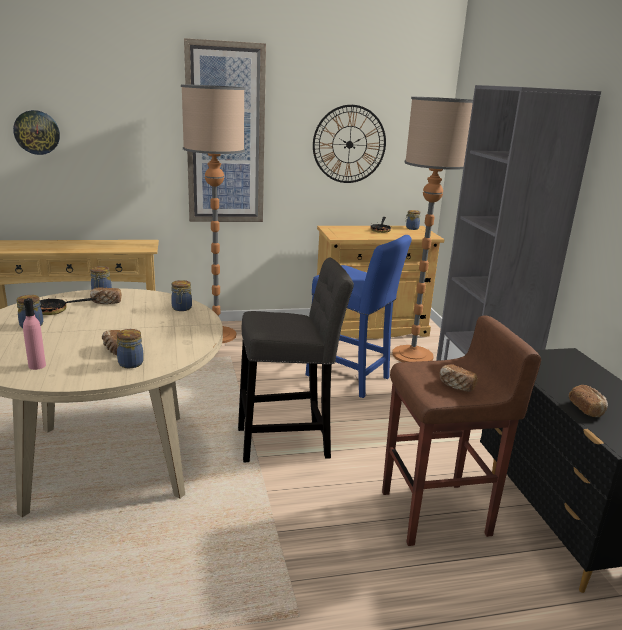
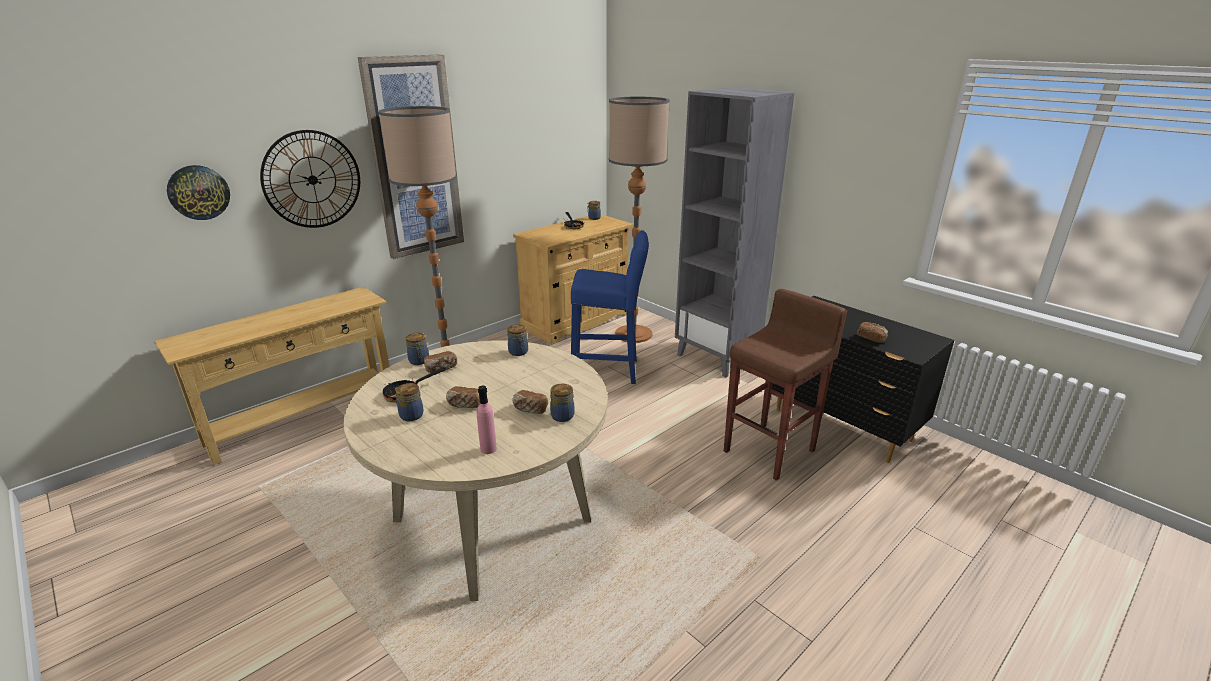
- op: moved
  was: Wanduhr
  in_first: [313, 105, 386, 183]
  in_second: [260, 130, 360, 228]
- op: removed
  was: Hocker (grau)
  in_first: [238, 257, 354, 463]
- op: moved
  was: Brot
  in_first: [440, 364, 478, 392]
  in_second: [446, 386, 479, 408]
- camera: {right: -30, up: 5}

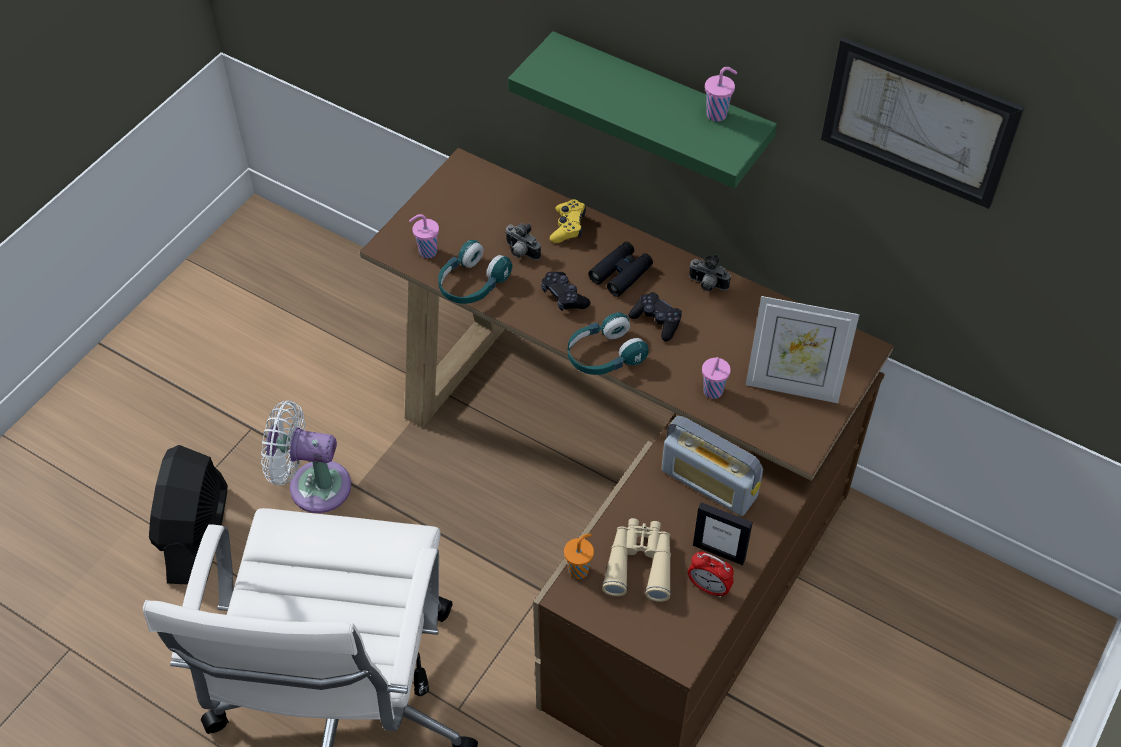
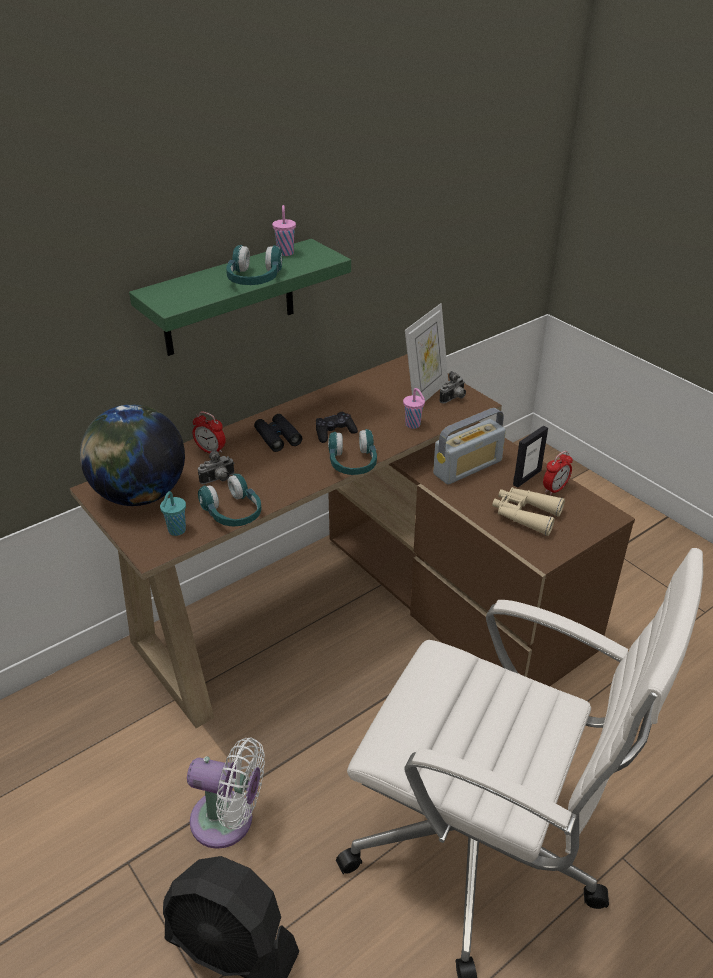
- op: removed
  was: Bild
  in_first: [821, 37, 1024, 209]
- op: replaced
  was: Gamepad (gelb)
  now: Wecker
  in_first: [550, 199, 586, 243]
  in_second: [193, 411, 226, 453]
- op: recoloured
  was: Tasse (rosa)
  now: Tasse (türkis)
  in_first: [409, 214, 439, 258]
  in_second: [160, 491, 186, 536]
- op: moved
  was: Kamera
  in_first: [689, 255, 731, 291]
  in_second: [439, 371, 466, 403]
- op: removed
  was: Gamepad (schwarz)
  in_first: [541, 272, 590, 311]
- op: turned
  was: Ventilator (weiß)
  in_first: [261, 400, 351, 513]
  in_second: [187, 737, 265, 849]
  clockwise: -105
- op: removed
  was: Tasse (orange)
  in_first: [564, 533, 594, 579]
- op: added
  now: Kopfhörer (türkis)
  in_second: [226, 245, 282, 285]
- op: added
  now: Globus
  in_second: [80, 404, 185, 506]
- camera: {right: -70, up: -15}

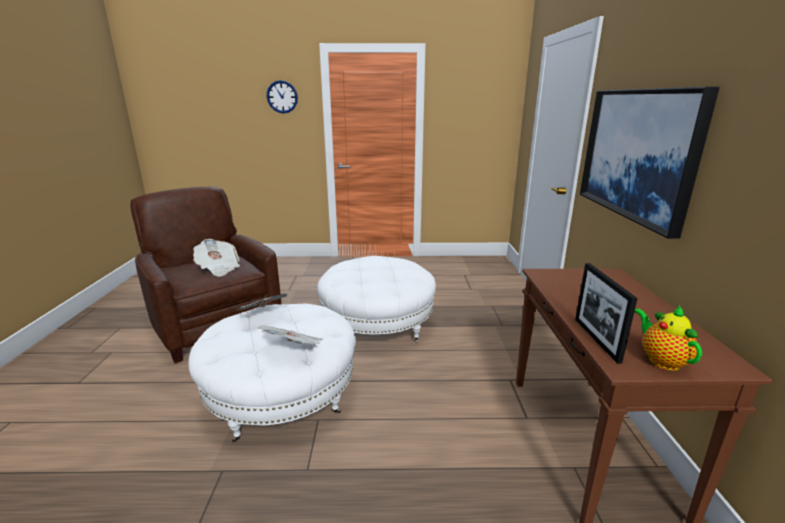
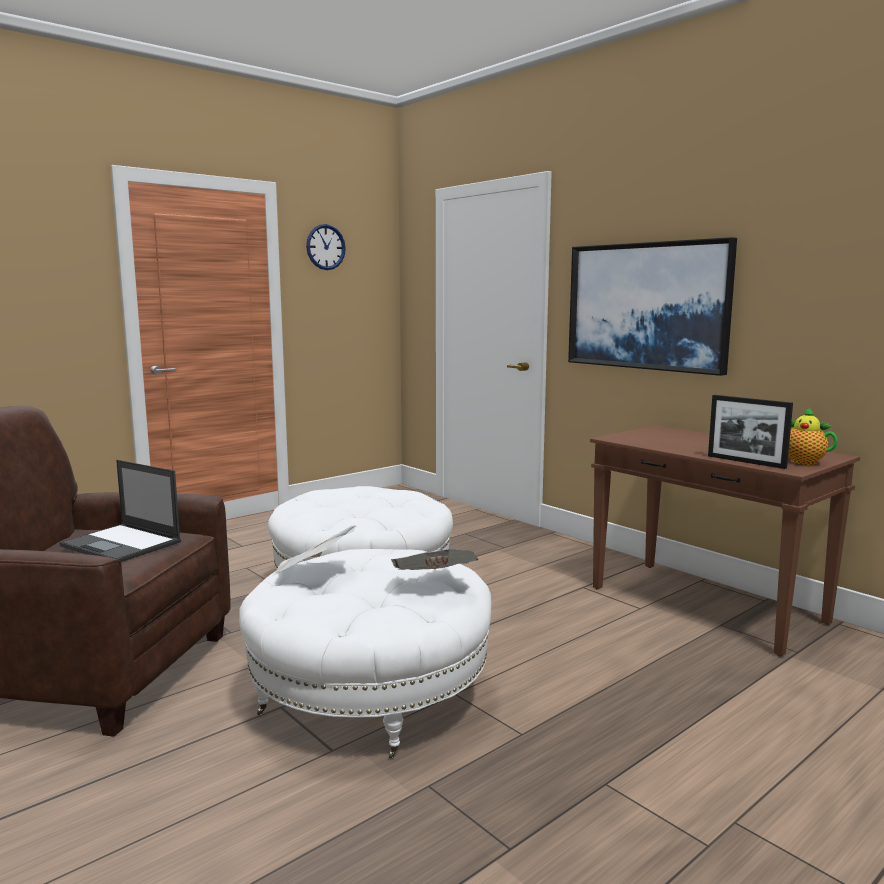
- op: moved
  was: Wanduhr
  in_first: [267, 80, 298, 113]
  in_second: [306, 224, 346, 270]
- op: replaced
  was: Zeitung
  now: Laptop
  in_first: [193, 239, 240, 277]
  in_second: [59, 460, 181, 562]
- camera: {right: -40, up: -10}

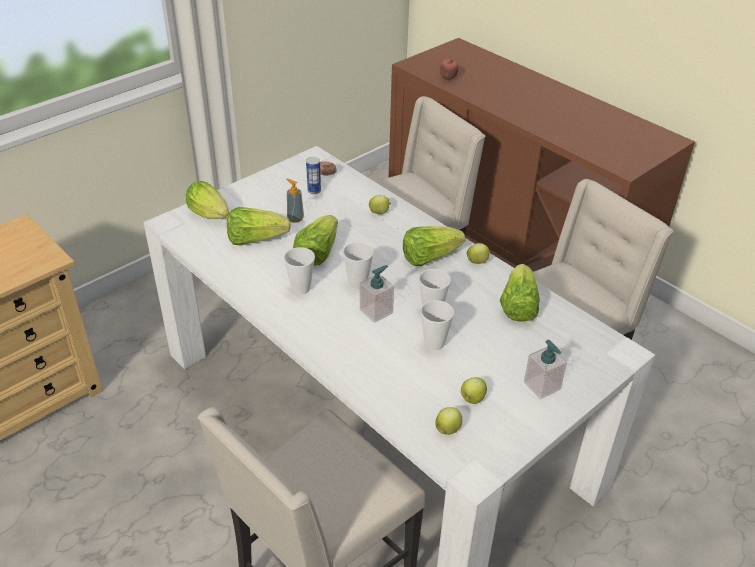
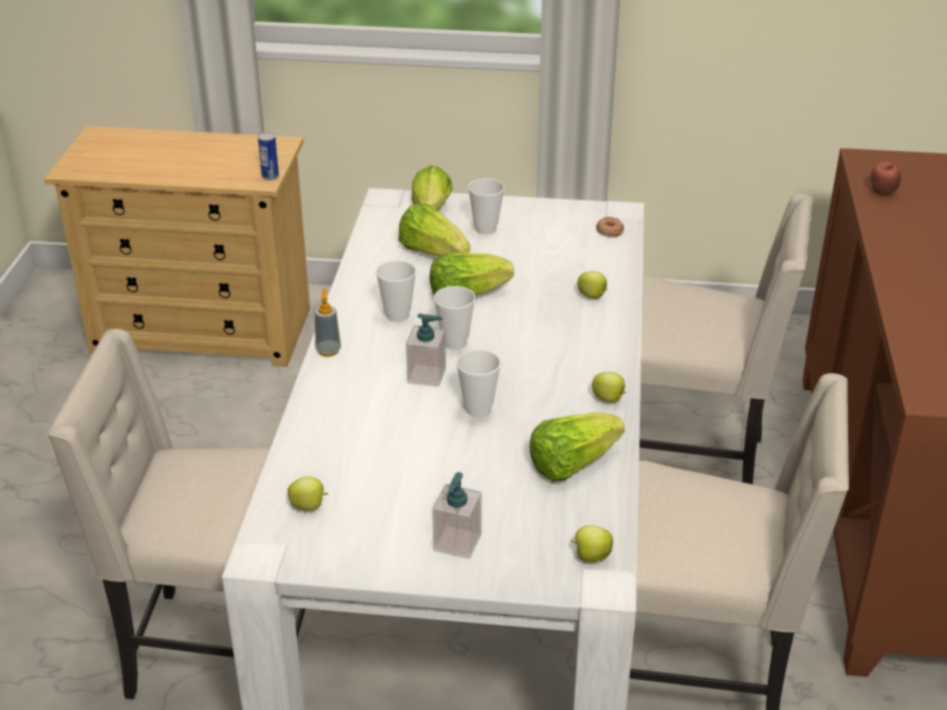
- op: moved
  was: Dose
  in_first: [306, 157, 321, 194]
  in_second: [258, 133, 279, 180]
- op: moved
  was: Seifenspender
  in_first: [286, 179, 304, 223]
  in_second: [315, 289, 341, 357]
- op: removed
  was: Salatkopf
  in_first: [403, 226, 466, 266]
- op: moved
  was: Tasse
  in_first: [420, 300, 454, 350]
  in_second: [468, 178, 504, 235]
- op: moved
  was: Apfel
  in_first: [461, 377, 487, 404]
  in_second: [571, 525, 613, 562]
- camera: {right: 50, up: -5}

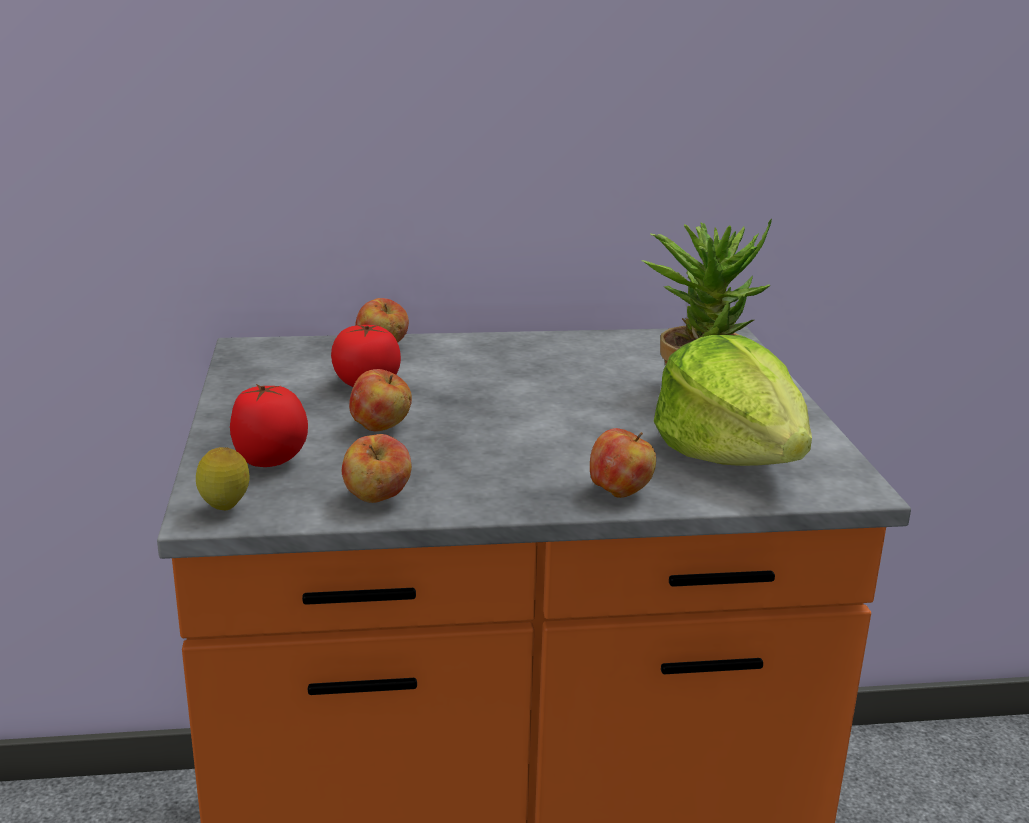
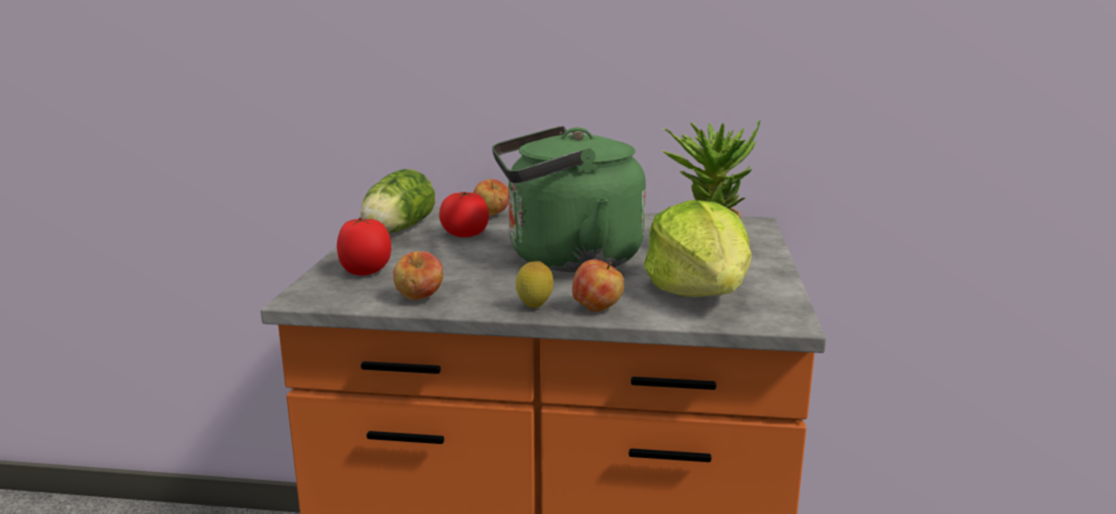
- op: removed
  was: Apfel
  in_first: [349, 369, 412, 432]
- op: moved
  was: Zitrone
  in_first: [196, 447, 249, 510]
  in_second: [516, 261, 553, 308]
- op: added
  now: Wasserkessel (grün)
  in_second: [492, 126, 646, 272]
- op: added
  now: Salatkopf
  in_second: [361, 169, 435, 233]
- camera: {right: 15, up: -5}

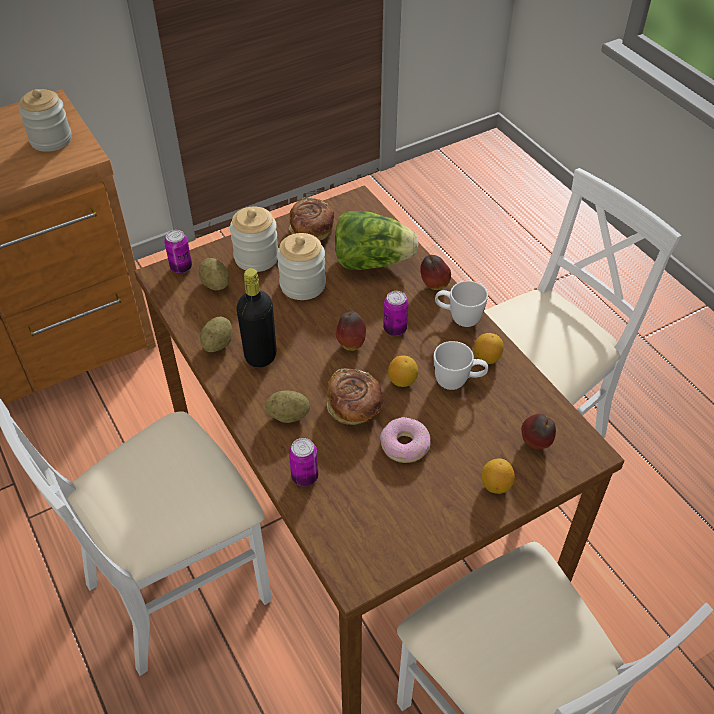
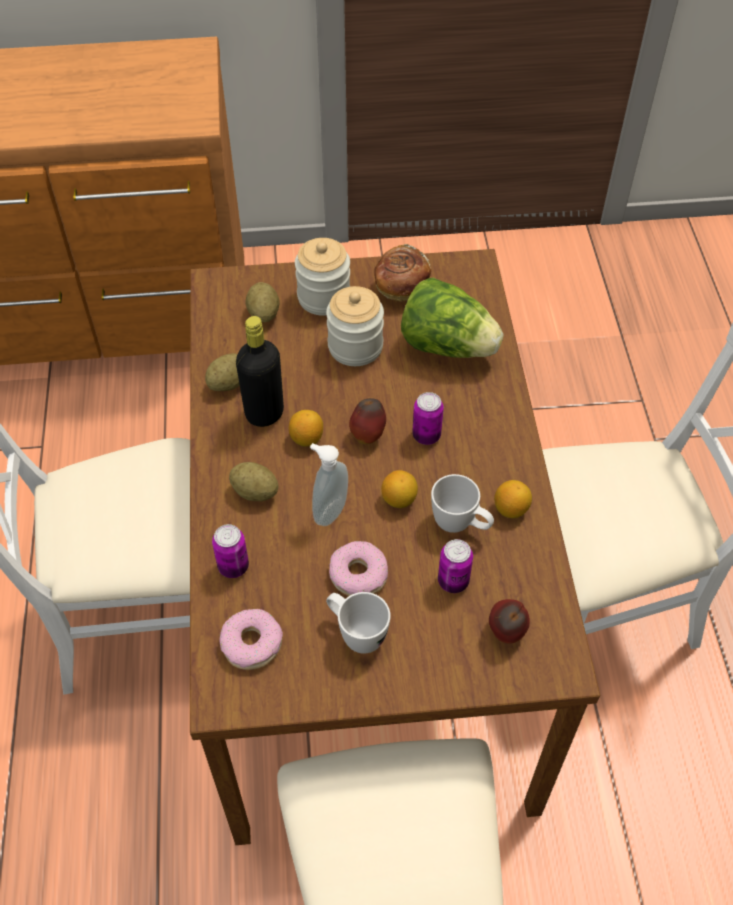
- op: removed
  was: Vorratsglas
  in_first: [19, 89, 72, 152]
- op: moved
  was: Dose
  in_first: [164, 230, 192, 273]
  in_second: [438, 539, 473, 593]
- op: removed
  was: Apfel
  in_first: [420, 255, 451, 290]
- op: moved
  was: Henkelbecher (weiß)
  in_first: [435, 281, 488, 327]
  in_second: [326, 592, 391, 654]
- op: replaced
  was: Brot
  now: Seifenspender
  in_first: [326, 369, 383, 425]
  in_second: [310, 443, 348, 526]
- op: moved
  was: Zitrone
  in_first: [481, 458, 515, 494]
  in_second: [289, 410, 323, 447]
- op: added
  now: Donut
  in_second: [219, 609, 283, 670]
- camera: {right: 25, up: 5}

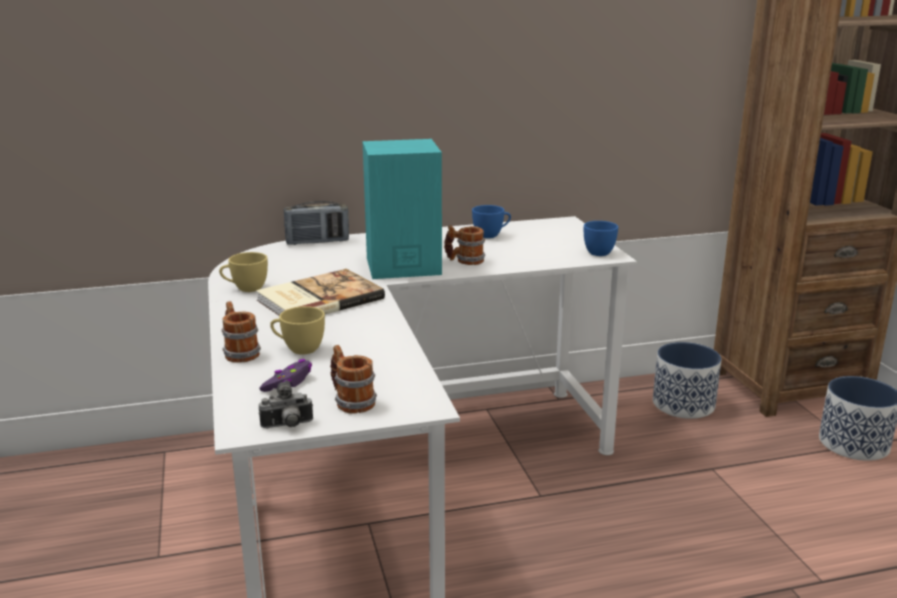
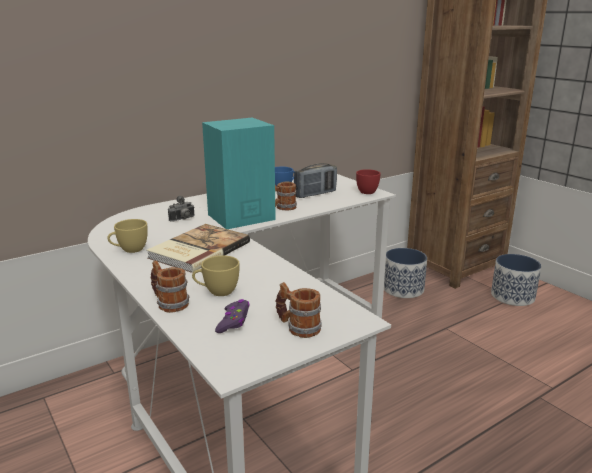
- op: moved
  was: Radio
  in_first: [284, 201, 349, 245]
  in_second: [294, 163, 337, 198]
- op: recoloured
  was: Tasse (blau)
  now: Tasse (rot)
  in_first: [584, 221, 618, 256]
  in_second: [356, 169, 381, 194]
- op: moved
  was: Kamera
  in_first: [259, 380, 313, 428]
  in_second: [168, 196, 195, 222]
- camera: {right: -20, up: 0}

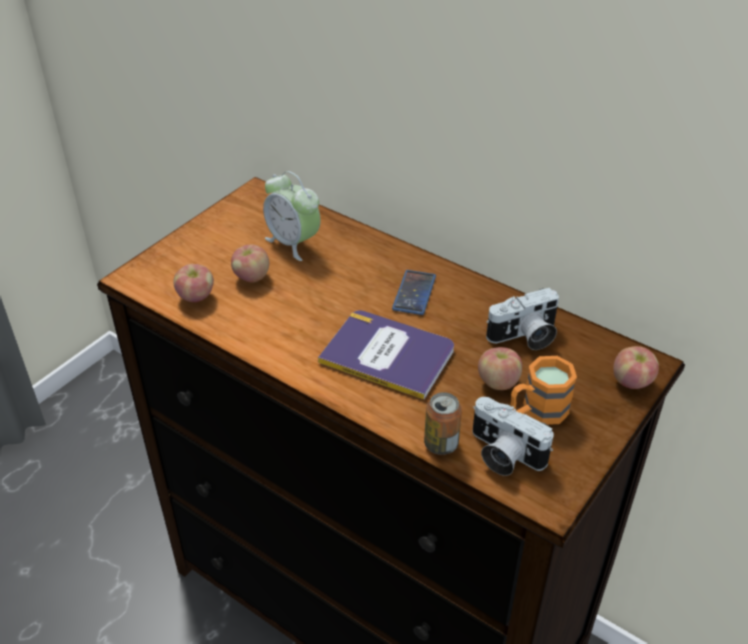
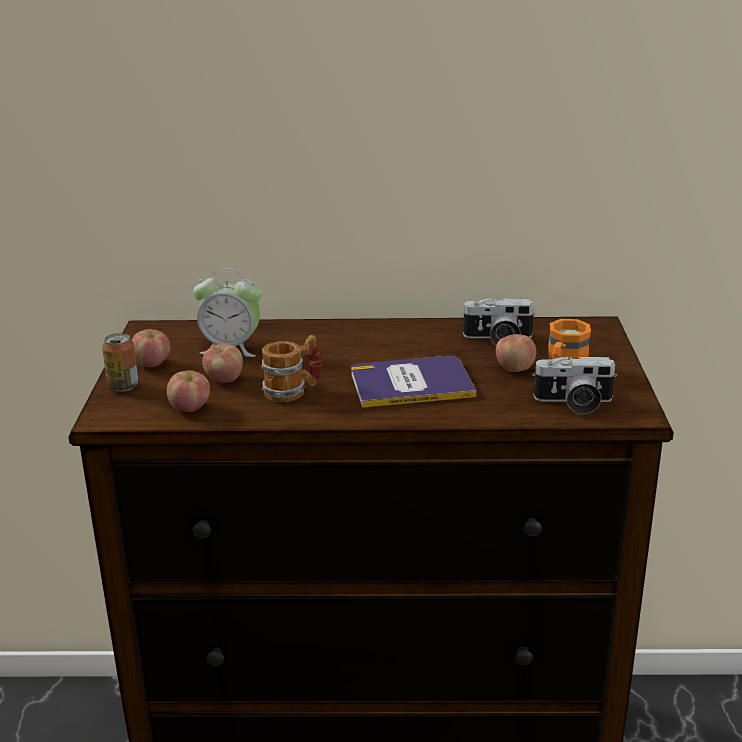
- op: removed
  was: Handy
  in_first: [392, 270, 436, 315]
- op: turned
  was: Kamera
  in_first: [486, 288, 559, 350]
  in_second: [461, 298, 536, 345]
  clockwise: 60
- op: moved
  was: Apfel
  in_first: [613, 346, 659, 389]
  in_second: [132, 329, 170, 367]
- op: moved
  was: Dose
  in_first: [424, 392, 462, 455]
  in_second: [102, 333, 139, 392]
- op: added
  now: Henkelbecher
  in_second: [261, 335, 322, 402]
- camera: {right: -35, up: -15}

